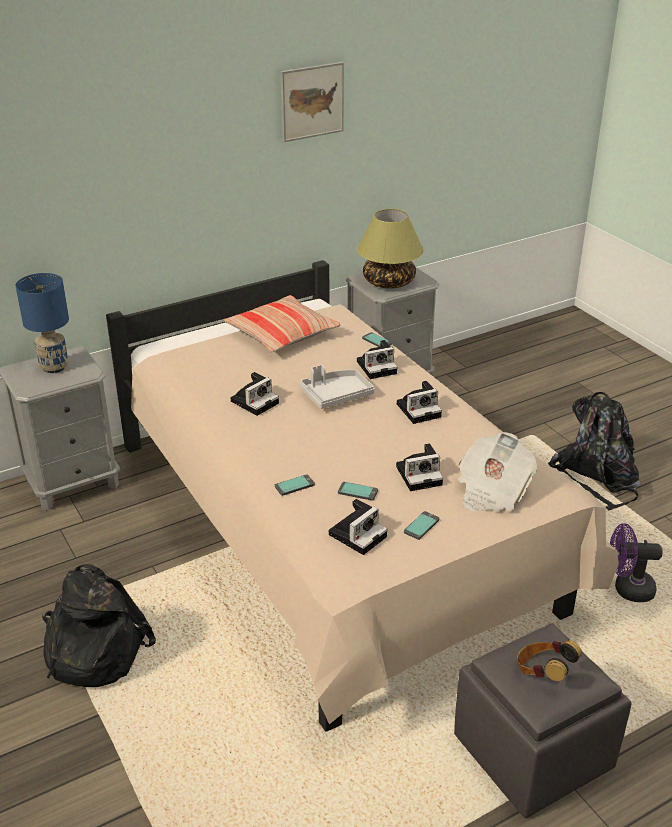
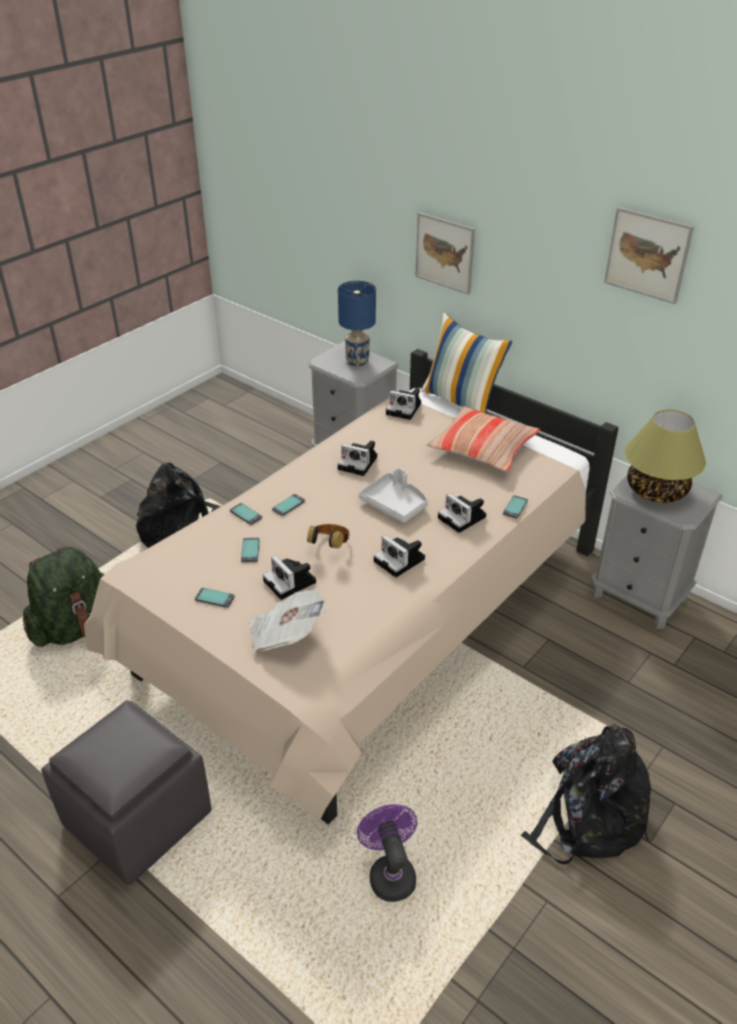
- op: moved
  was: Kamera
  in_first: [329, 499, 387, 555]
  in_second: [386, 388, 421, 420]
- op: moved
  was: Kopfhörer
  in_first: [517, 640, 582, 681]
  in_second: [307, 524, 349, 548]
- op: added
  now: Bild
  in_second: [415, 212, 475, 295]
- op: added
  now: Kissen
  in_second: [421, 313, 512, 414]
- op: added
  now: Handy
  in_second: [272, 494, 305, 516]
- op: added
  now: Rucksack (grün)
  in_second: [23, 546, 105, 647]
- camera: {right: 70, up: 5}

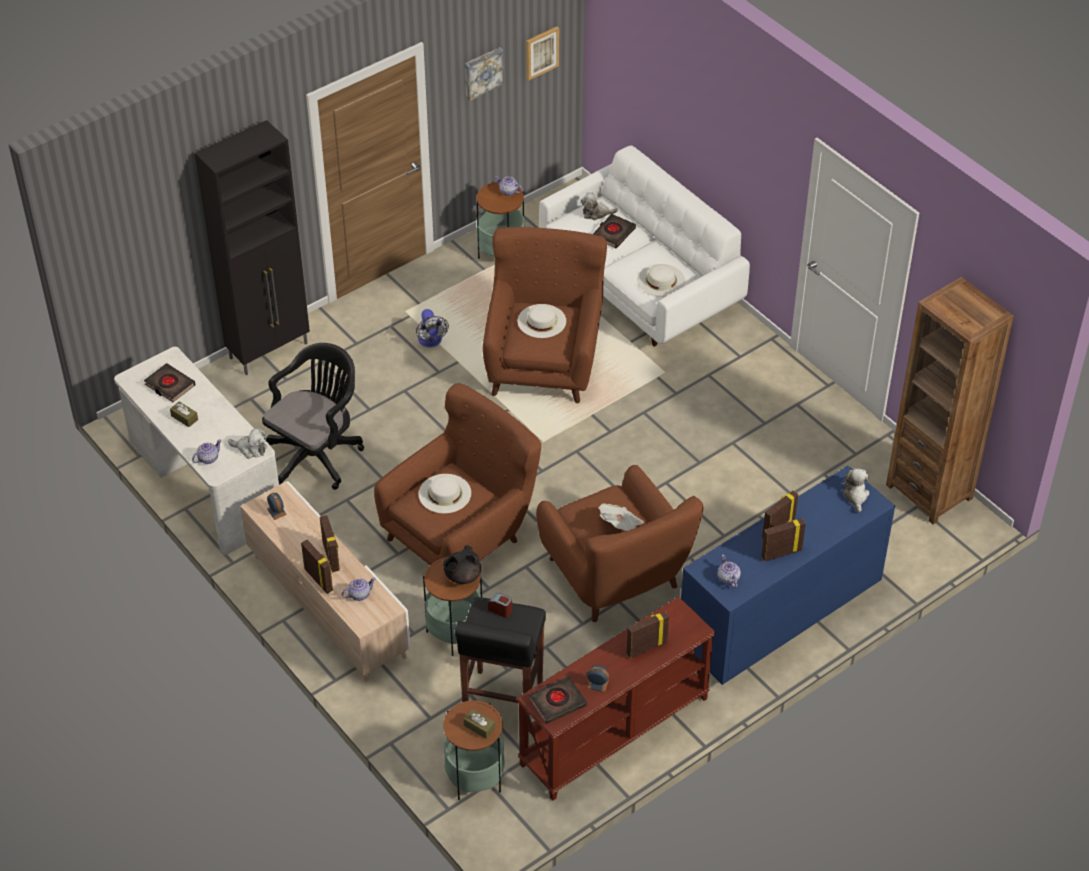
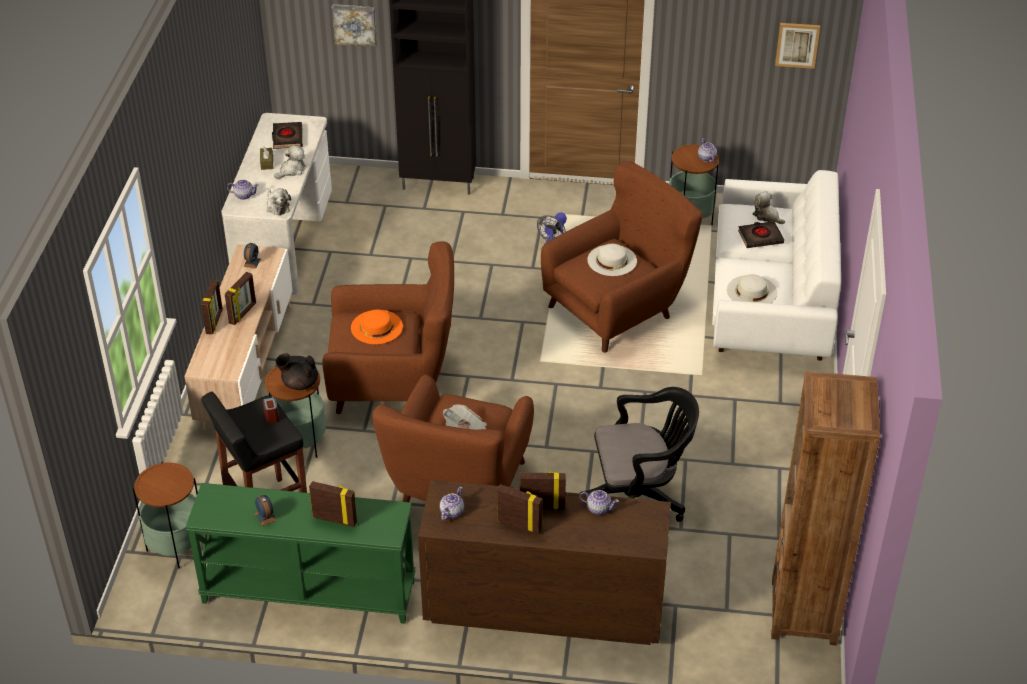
- op: moved
  was: Bild
  in_first: [465, 47, 504, 101]
  in_second: [332, 4, 377, 47]
- op: moved
  was: Bürostuhl (schwarz)
  in_first: [262, 343, 364, 490]
  in_second: [579, 387, 699, 522]
- op: recoloured
  was: Kommode (blau)
  now: Kommode (braun)
  in_first: [681, 466, 895, 685]
  in_second: [418, 480, 671, 645]
- op: moved
  was: Plüschtier
  in_first: [842, 468, 870, 513]
  in_second: [274, 145, 305, 179]
- op: recoloured
  was: Hut (weiß)
  now: Hut (orange)
  in_first: [419, 474, 471, 514]
  in_second: [351, 309, 403, 344]
- op: moved
  was: Teekanne
  in_first: [342, 578, 376, 601]
  in_second: [579, 490, 619, 515]
- op: recoloured
  was: Konsolentisch (braun)
  now: Konsolentisch (grün)
  in_first: [517, 597, 715, 801]
  in_second: [186, 483, 416, 624]
- op: removed
  was: Buch (schwarz)
  in_first: [529, 676, 587, 724]
- op: removed
  was: Taschentuchbox (braun)
  in_first: [464, 709, 495, 739]
- camera: {right: 45, up: -5}

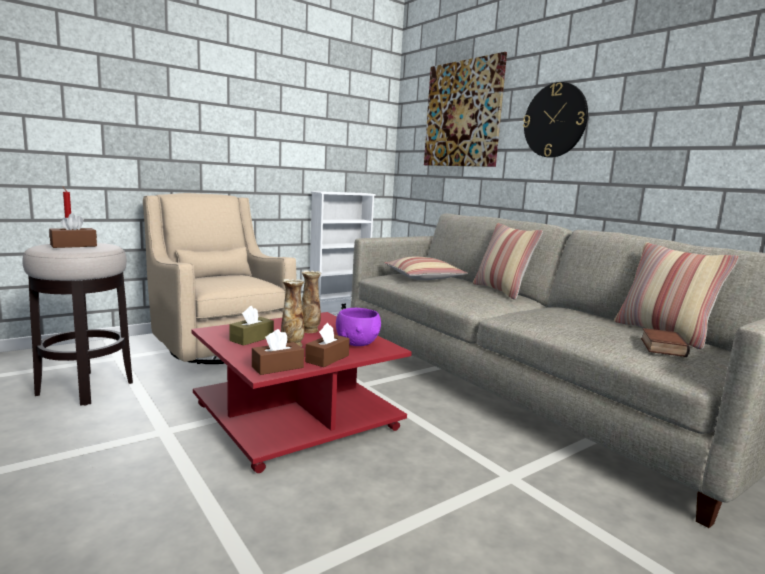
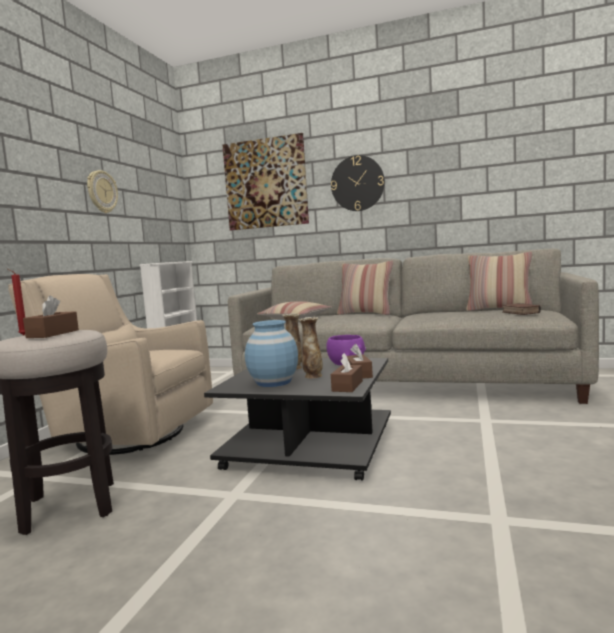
- op: replaced
  was: Taschentuchbox (braun)
  now: Vase (blau)
  in_first: [229, 306, 274, 346]
  in_second: [245, 320, 298, 387]
- op: recoloured
  was: Couchtisch (rot)
  now: Couchtisch (schwarz)
  in_first: [191, 312, 412, 473]
  in_second: [204, 358, 391, 481]
- op: added
  now: Wanduhr
  in_second: [87, 170, 118, 213]
- camera: {right: -35, up: -5}

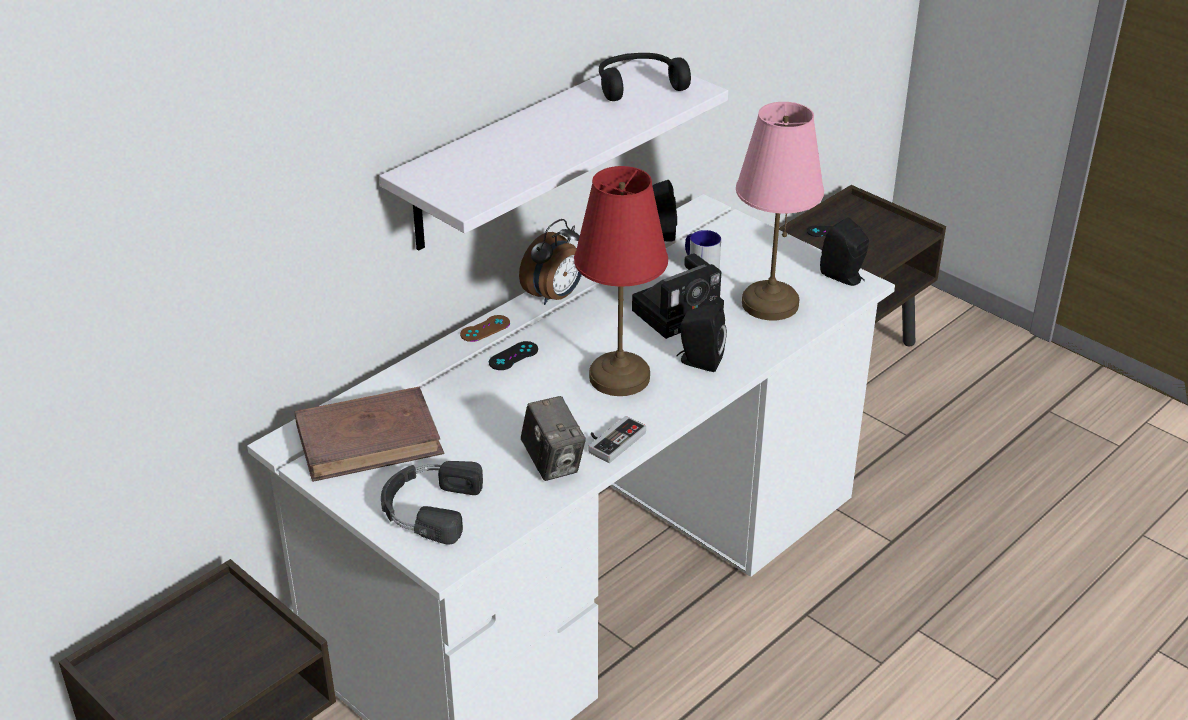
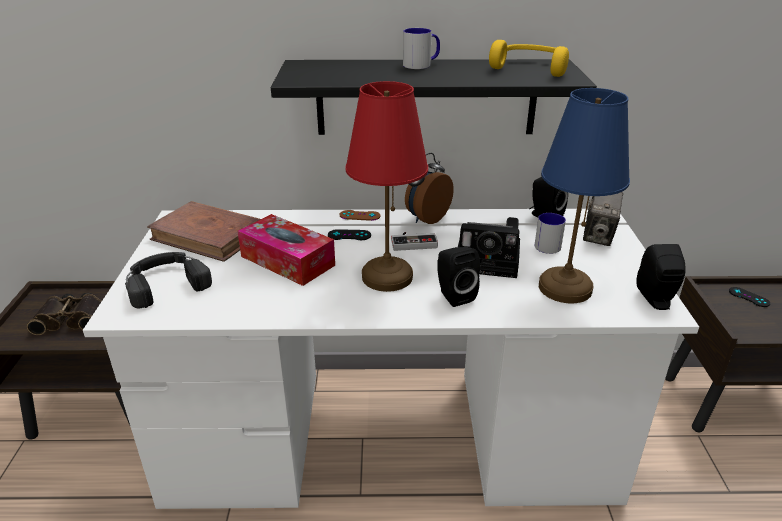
- op: recoloured
  was: Kopfhörer (schwarz)
  now: Kopfhörer (gelb)
  in_first: [599, 53, 691, 101]
  in_second: [489, 40, 569, 77]
- op: recoloured
  was: Wandregal (weiß)
  now: Wandregal (schwarz)
  in_first: [379, 59, 728, 251]
  in_second: [271, 59, 597, 135]
- op: recoloured
  was: Tischlampe (rosa)
  now: Tischlampe (blau)
  in_first: [736, 102, 824, 321]
  in_second: [539, 88, 630, 303]
- op: turned
  was: Wecker
  in_first: [519, 219, 582, 305]
  in_second: [405, 153, 454, 224]
  clockwise: 135
- op: moved
  was: Kamera
  in_first: [520, 396, 586, 481]
  in_second: [583, 192, 623, 246]
- op: moved
  was: Gamepad
  in_first: [589, 416, 646, 463]
  in_second: [391, 232, 438, 251]
- op: added
  now: Henkelbecher
  in_second: [403, 28, 440, 69]
- op: added
  now: Taschentuchbox
  in_second: [238, 214, 335, 286]
- op: added
  now: Fernglas
  in_second: [27, 293, 102, 335]
- camera: {right: 45, up: -5}

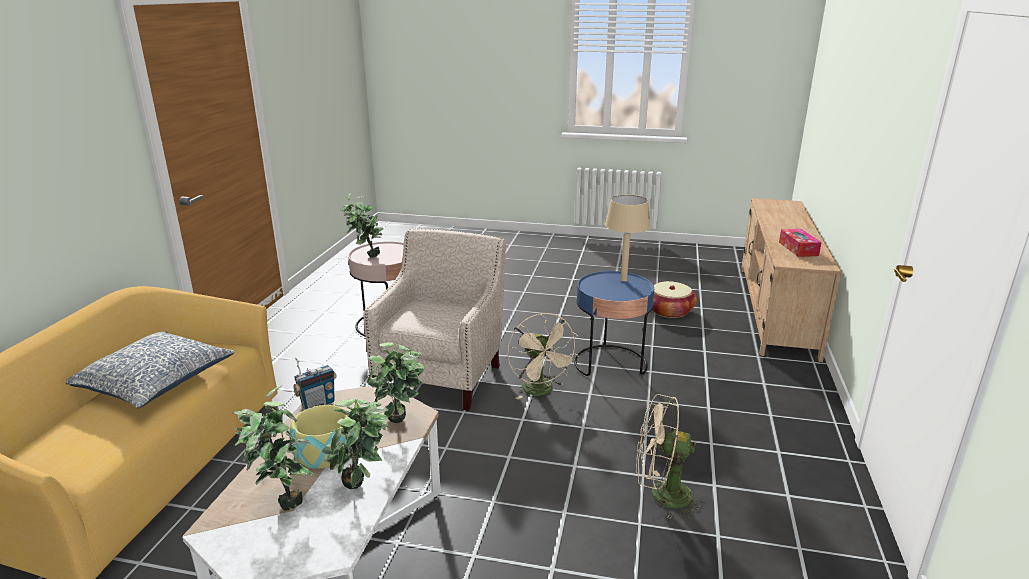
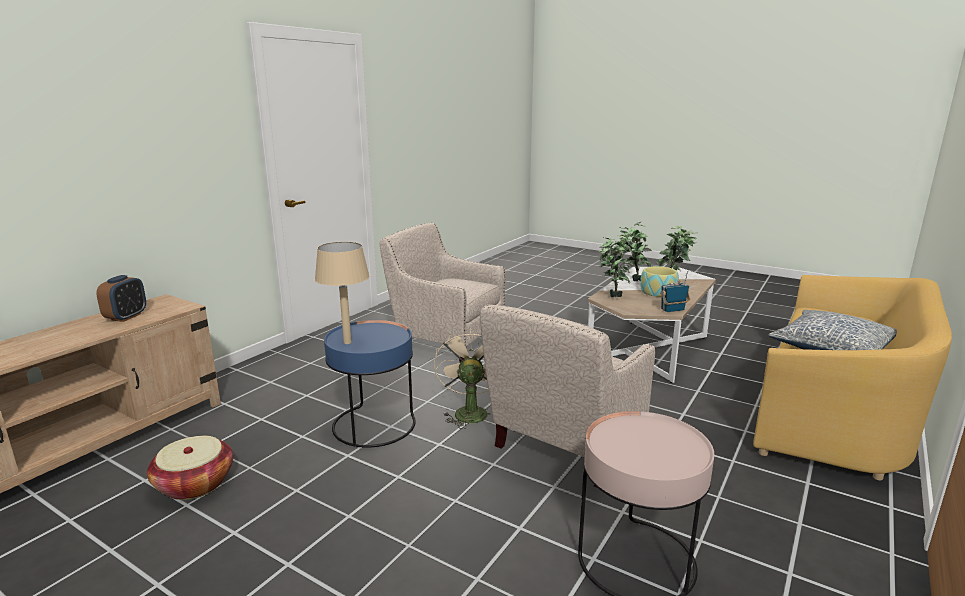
- op: removed
  was: Topfpflanze
  in_first: [340, 194, 383, 258]
- op: replaced
  was: Taschentuchbox
  now: Wecker
  in_first: [779, 229, 822, 257]
  in_second: [96, 275, 146, 322]
- op: replaced
  was: Ventilator (beige)
  now: Sessel (beige)
  in_first: [636, 394, 706, 519]
  in_second: [380, 223, 506, 363]
- camera: {right: -160, up: -5}

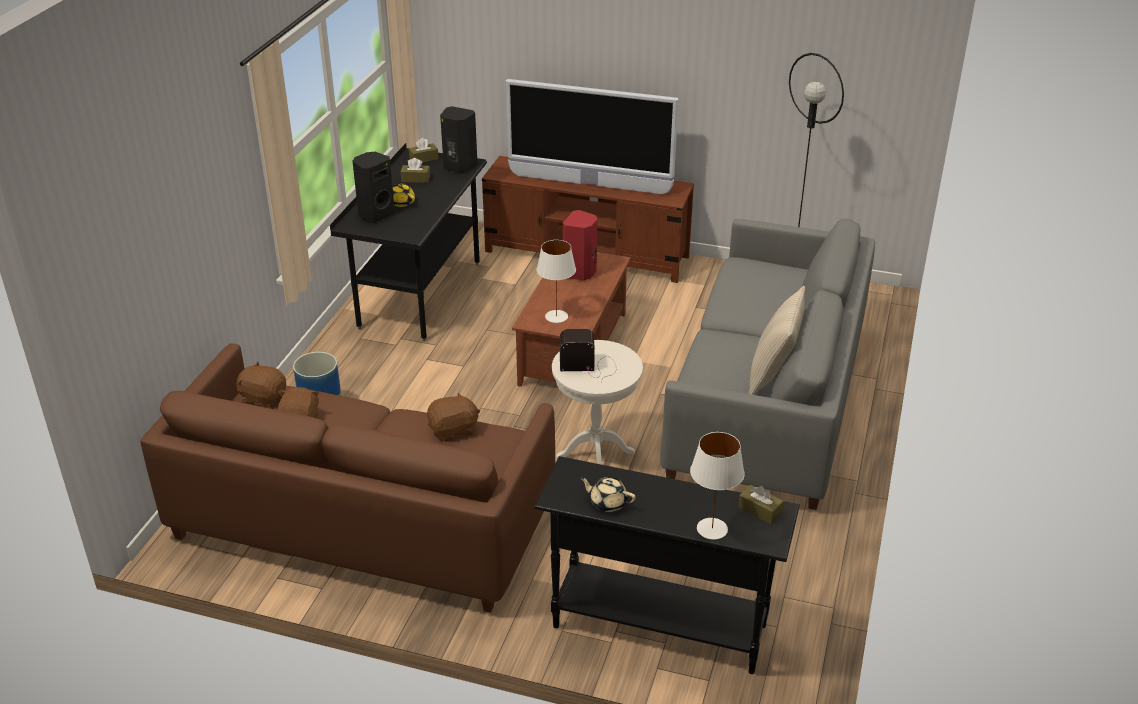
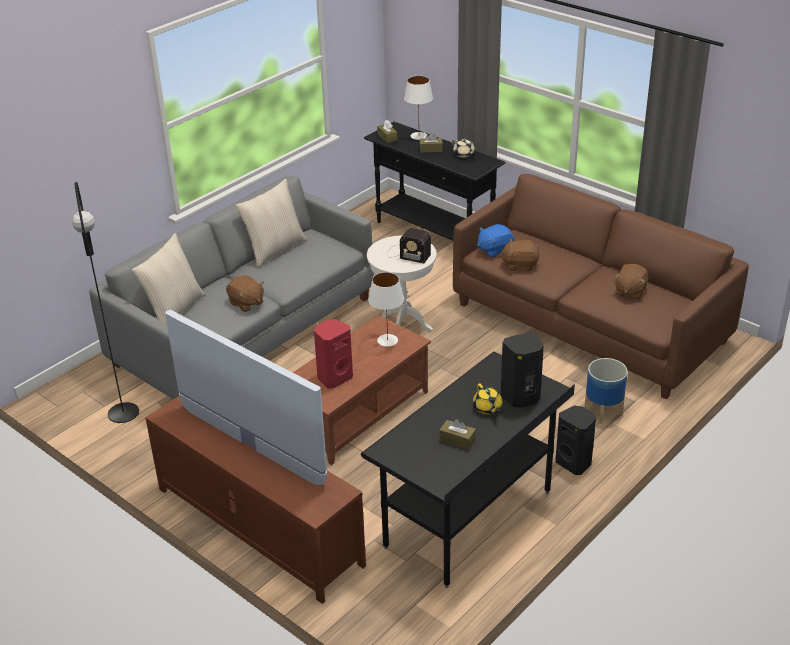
- op: moved
  was: Lautsprecher (schwarz)
  in_first: [440, 106, 478, 173]
  in_second: [556, 406, 596, 475]
- op: moved
  was: Taschentuchbox (braun)
  in_first: [409, 138, 439, 162]
  in_second: [419, 133, 443, 153]
- op: moved
  was: Plüschtier (braun)
  in_first: [236, 361, 286, 408]
  in_second: [226, 275, 264, 312]
- op: added
  now: Plüschtier (blau)
  in_second: [477, 224, 514, 258]
- op: added
  now: Kissen (beige)
  in_second: [132, 233, 205, 324]
- camera: {right: -155, up: 0}

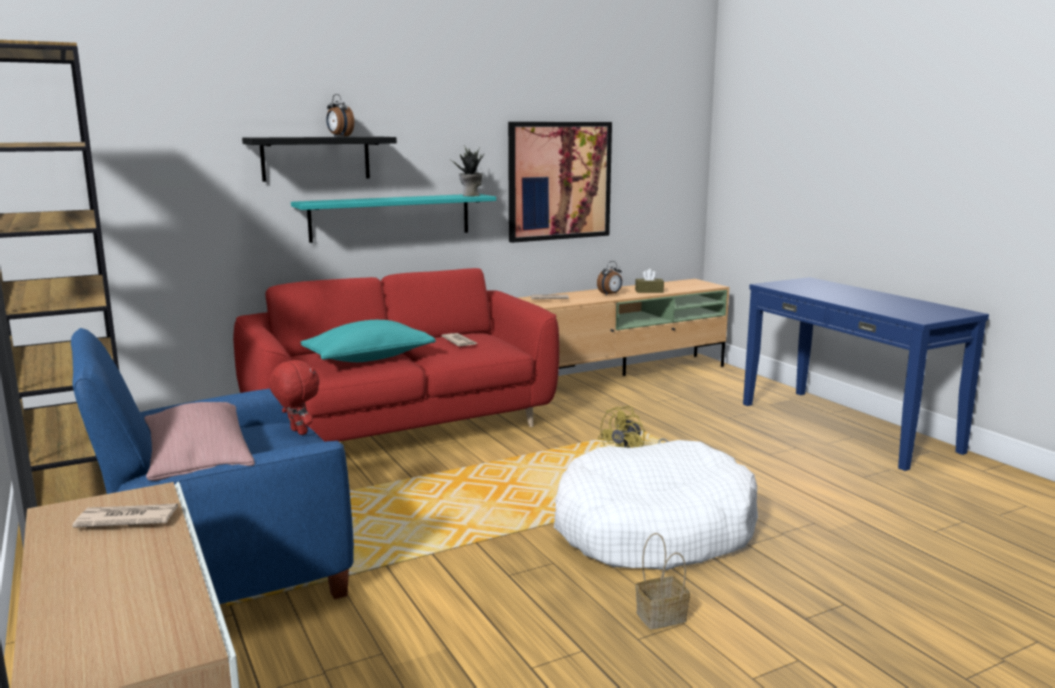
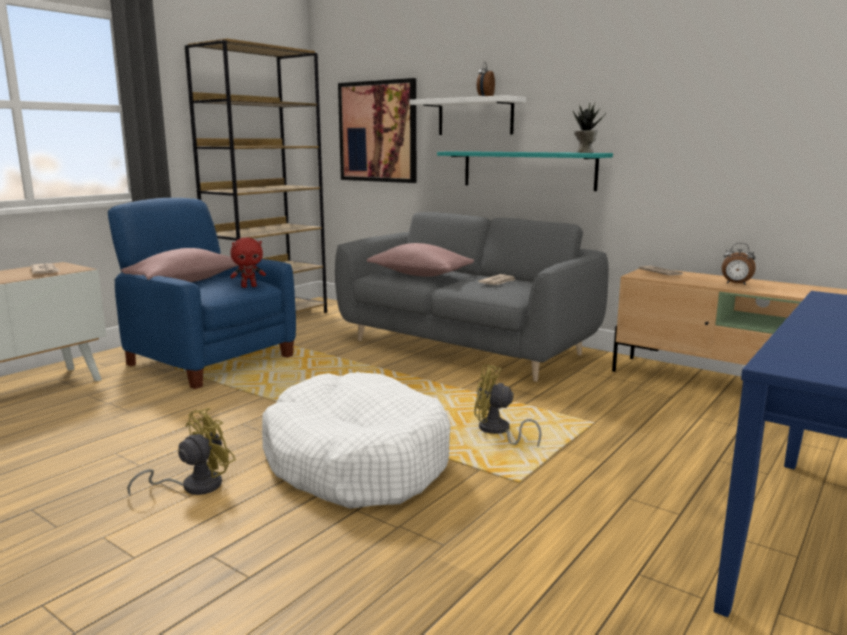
- op: moved
  was: Bild
  in_first: [508, 122, 612, 243]
  in_second: [338, 78, 416, 183]
- op: recoloured
  was: Wandregal (schwarz)
  now: Wandregal (weiß)
  in_first: [242, 137, 397, 182]
  in_second: [409, 95, 526, 135]
- op: recoloured
  was: Sofa (rot)
  now: Sofa (grau)
  in_first: [233, 268, 559, 442]
  in_second: [335, 212, 609, 382]
- op: removed
  was: Taschentuchbox (braun)
  in_first: [635, 269, 664, 293]
- op: recoloured
  was: Kissen (türkis)
  now: Kissen (rosa)
  in_first: [300, 320, 436, 362]
  in_second: [367, 243, 474, 277]
- op: turned
  was: Plüschtier (rot)
  in_first: [269, 359, 320, 435]
  in_second: [230, 238, 266, 288]
  clockwise: 45
- op: replaced
  was: Korb
  now: Ventilator (gelb)
  in_first: [635, 533, 690, 629]
  in_second: [127, 408, 236, 495]
- camera: {right: 65, up: 0}

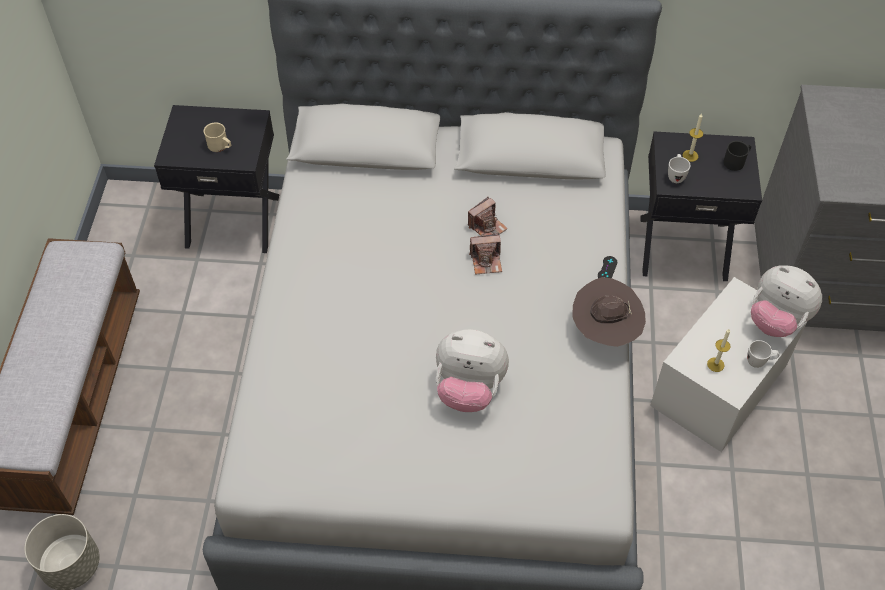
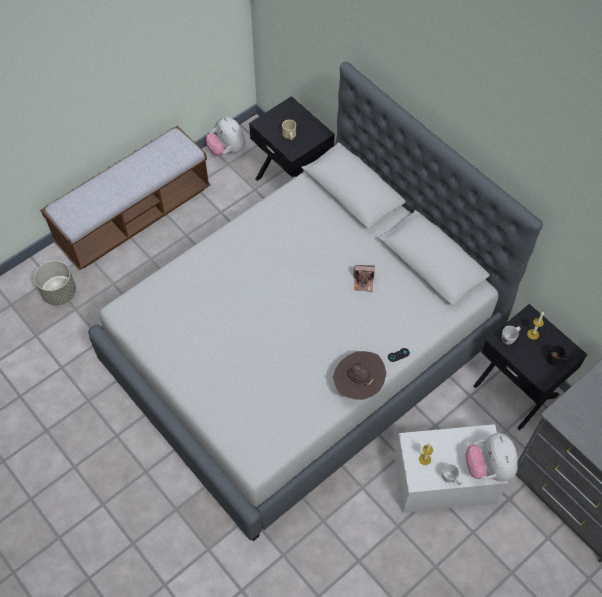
- op: removed
  was: Kamera
  in_first: [469, 233, 502, 274]
- op: moved
  was: Plüschtier
  in_first: [436, 329, 509, 412]
  in_second: [206, 117, 246, 156]
- camera: {right: 45, up: 5}

